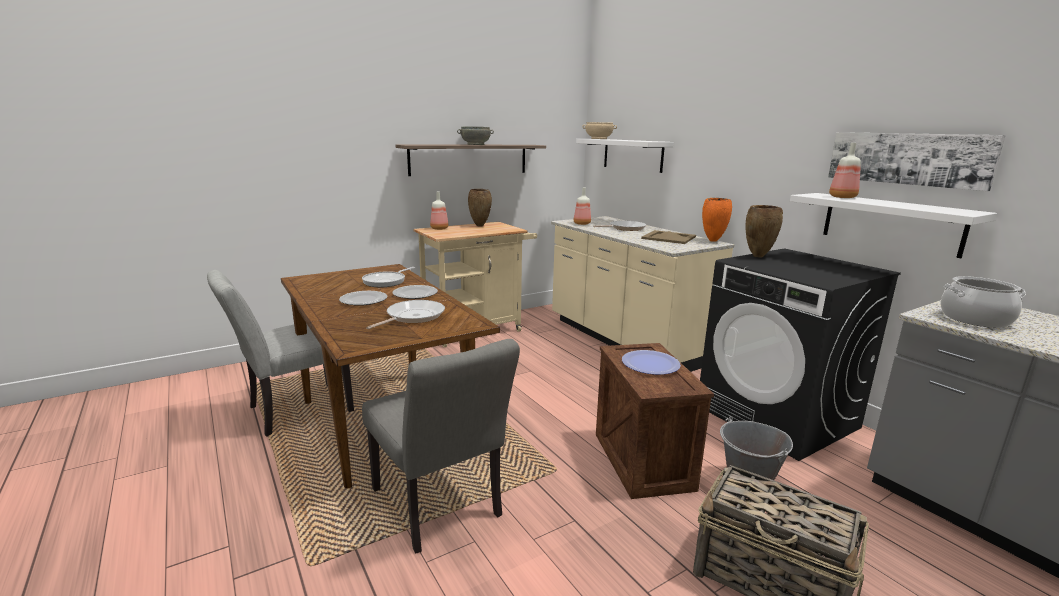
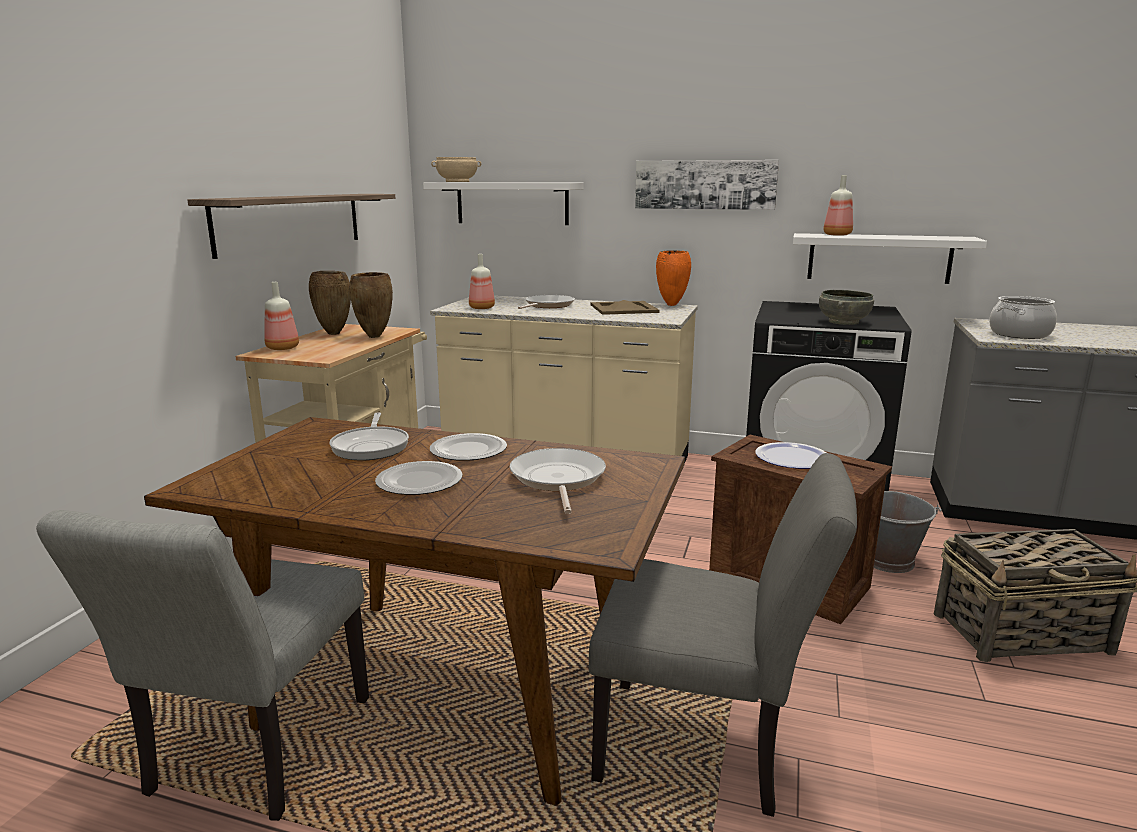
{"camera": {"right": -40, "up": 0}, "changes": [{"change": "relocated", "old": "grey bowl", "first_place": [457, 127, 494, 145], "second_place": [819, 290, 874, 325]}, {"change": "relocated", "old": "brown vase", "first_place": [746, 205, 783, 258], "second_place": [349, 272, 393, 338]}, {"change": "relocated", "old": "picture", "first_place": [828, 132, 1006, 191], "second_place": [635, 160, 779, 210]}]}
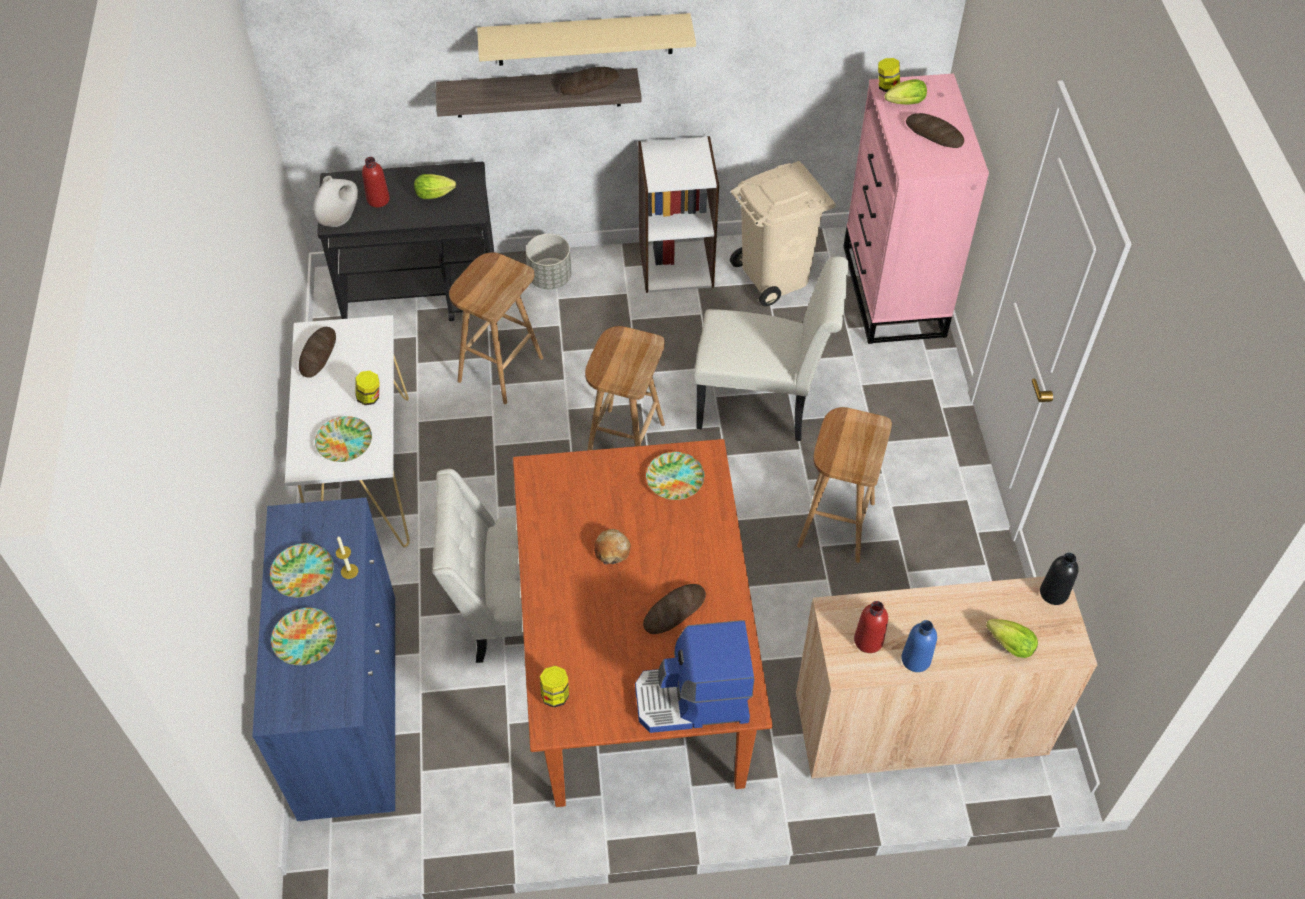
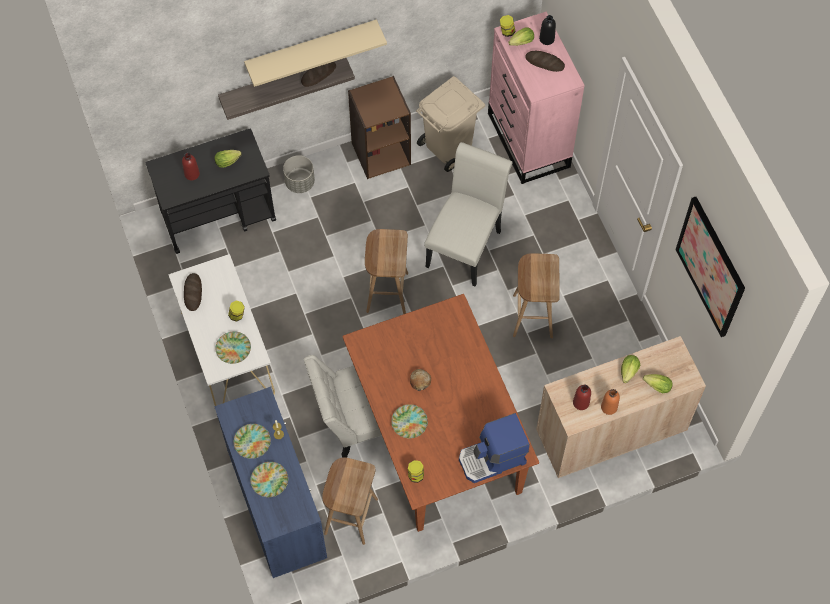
{"camera": {"right": -15, "up": 10}, "changes": [{"change": "missing", "old": "white vase", "first_place": [313, 176, 358, 227]}, {"change": "missing", "old": "bread", "first_place": [643, 584, 706, 634]}, {"change": "appeared", "new": "lettuce", "second_place": [621, 355, 640, 383]}, {"change": "appeared", "new": "picture", "second_place": [675, 197, 745, 337]}, {"change": "relocated", "old": "brown stool", "first_place": [449, 252, 543, 404], "second_place": [322, 457, 378, 545]}, {"change": "relocated", "old": "plate", "first_place": [646, 452, 704, 500], "second_place": [391, 404, 428, 438]}, {"change": "relocated", "old": "black bottle", "first_place": [1040, 553, 1079, 605], "second_place": [539, 15, 556, 45]}, {"change": "colour", "old": "white bookcase", "new": "brown bookcase", "first_place": [638, 136, 719, 293], "second_place": [348, 76, 411, 179]}, {"change": "colour", "old": "blue bottle", "new": "orange bottle", "first_place": [901, 620, 937, 672], "second_place": [601, 389, 620, 415]}, {"change": "spun", "old": "white chair", "first_place": [694, 256, 849, 441], "second_place": [424, 142, 513, 286], "degrees": -60}]}
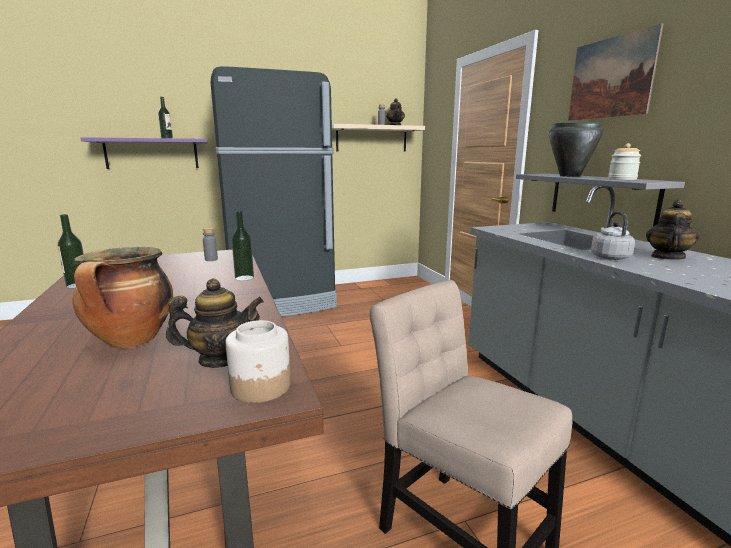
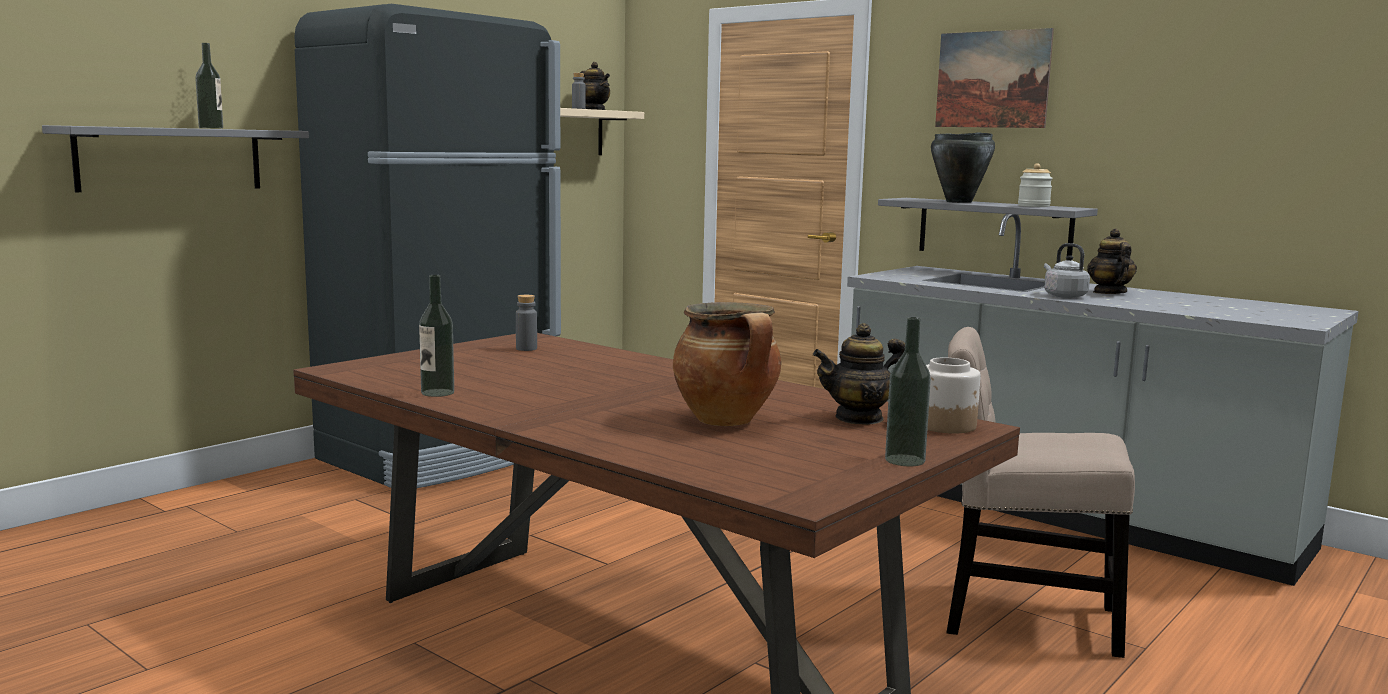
{"camera": {"right": -30, "up": -5}, "changes": [{"change": "relocated", "old": "bottle", "first_place": [232, 211, 254, 281], "second_place": [885, 317, 931, 466]}, {"change": "colour", "old": "purple shelf", "new": "grey shelf", "first_place": [81, 137, 207, 169], "second_place": [42, 125, 309, 192]}, {"change": "spun", "old": "teapot", "first_place": [166, 278, 264, 368], "second_place": [813, 323, 905, 425], "degrees": -150}]}
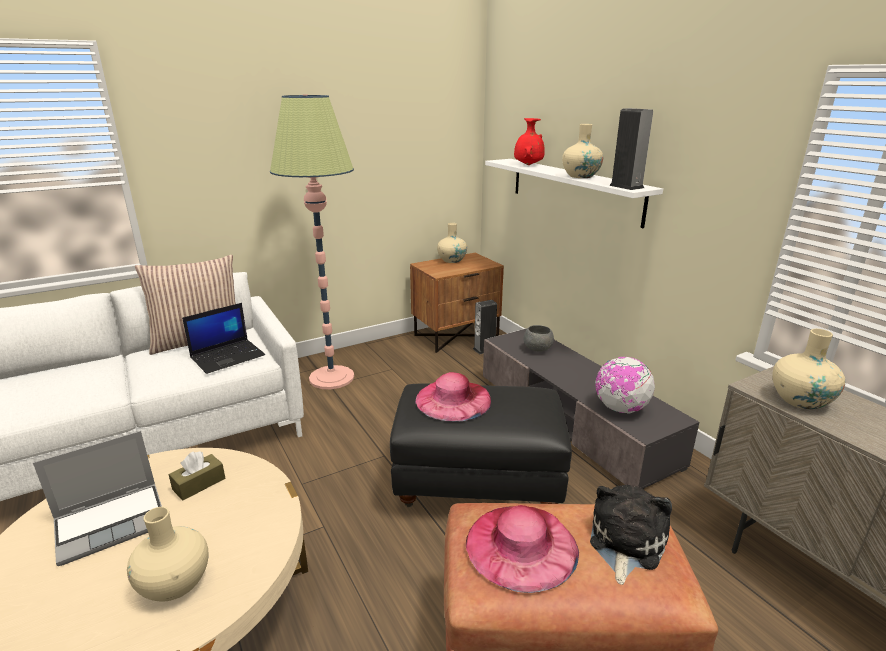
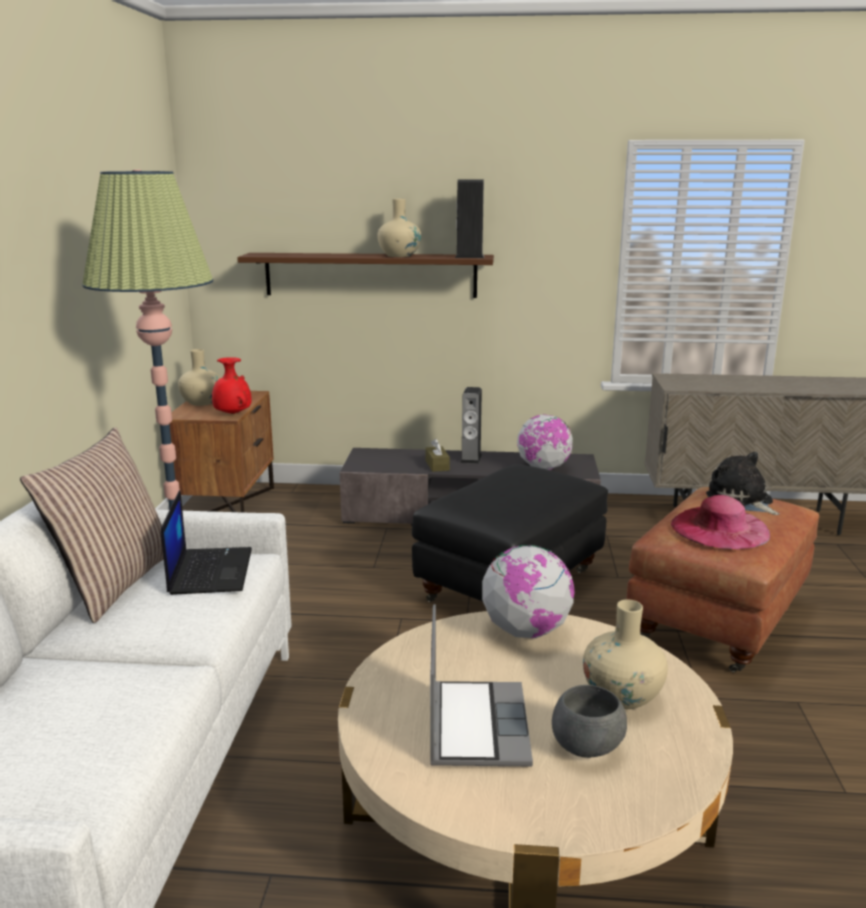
{"camera": {"right": -55, "up": -5}, "changes": [{"change": "missing", "old": "pink hat", "first_place": [416, 372, 491, 422]}, {"change": "missing", "old": "beige vase", "first_place": [772, 329, 845, 409]}, {"change": "appeared", "new": "globe", "second_place": [482, 545, 574, 638]}, {"change": "relocated", "old": "brown tissue box", "first_place": [169, 451, 225, 500], "second_place": [425, 438, 450, 472]}, {"change": "relocated", "old": "speaker", "first_place": [473, 300, 497, 354], "second_place": [460, 387, 482, 464]}, {"change": "relocated", "old": "red vase", "first_place": [514, 118, 545, 165], "second_place": [212, 357, 252, 414]}, {"change": "relocated", "old": "grey bowl", "first_place": [523, 325, 554, 352], "second_place": [552, 685, 627, 758]}, {"change": "colour", "old": "white shelf", "new": "brown shelf", "first_place": [485, 159, 663, 228], "second_place": [237, 253, 494, 298]}]}
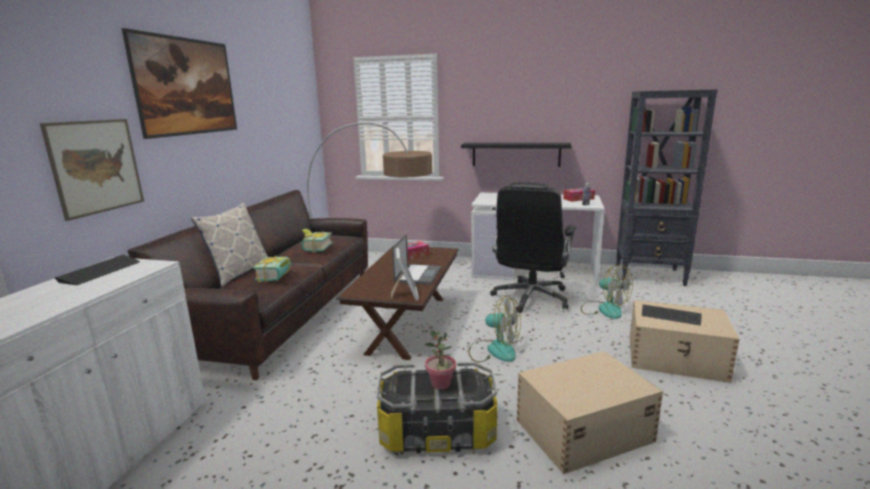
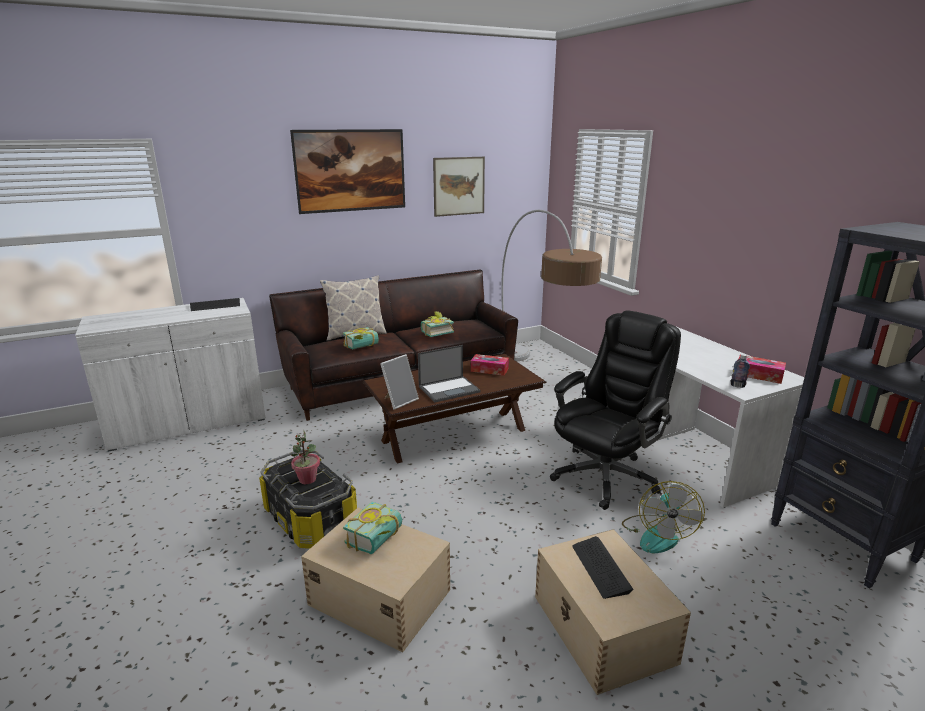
{"camera": {"right": 50, "up": 5}, "changes": [{"change": "missing", "old": "black shelf", "first_place": [461, 143, 571, 167]}, {"change": "missing", "old": "fan", "first_place": [468, 296, 521, 362]}, {"change": "appeared", "new": "book", "second_place": [343, 502, 402, 554]}, {"change": "relocated", "old": "picture", "first_place": [40, 119, 144, 221], "second_place": [433, 157, 485, 217]}, {"change": "spun", "old": "black office chair", "first_place": [490, 182, 576, 313], "second_place": [550, 310, 681, 510], "degrees": 150}]}
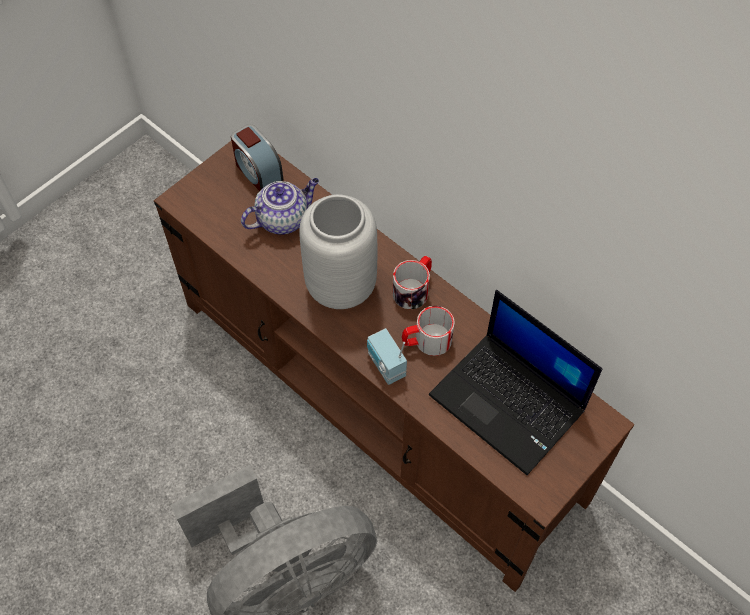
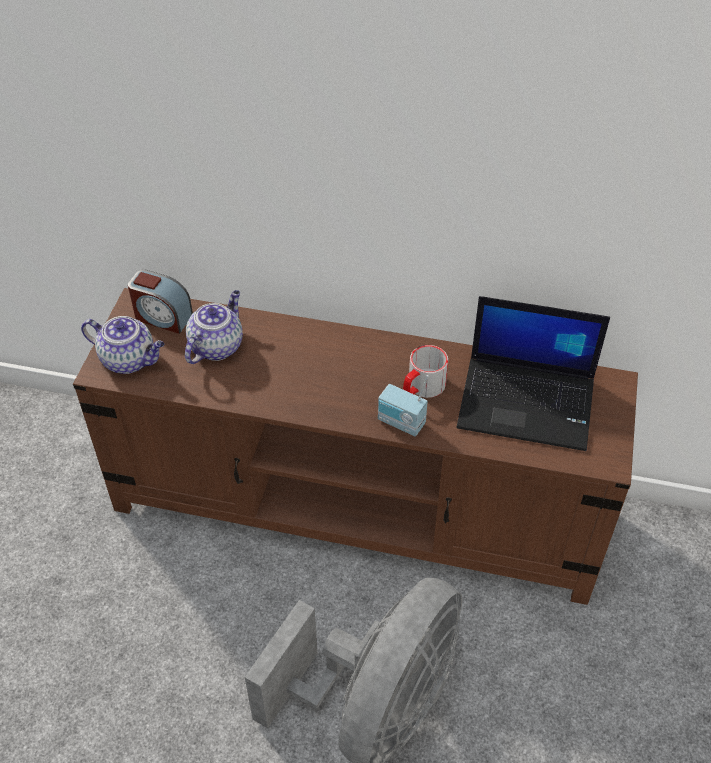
{"camera": {"right": -30, "up": -10}, "changes": [{"change": "missing", "old": "grey vase", "first_place": [299, 194, 377, 309]}, {"change": "missing", "old": "mug", "first_place": [393, 256, 432, 309]}, {"change": "appeared", "new": "teapot", "second_place": [81, 316, 165, 374]}]}
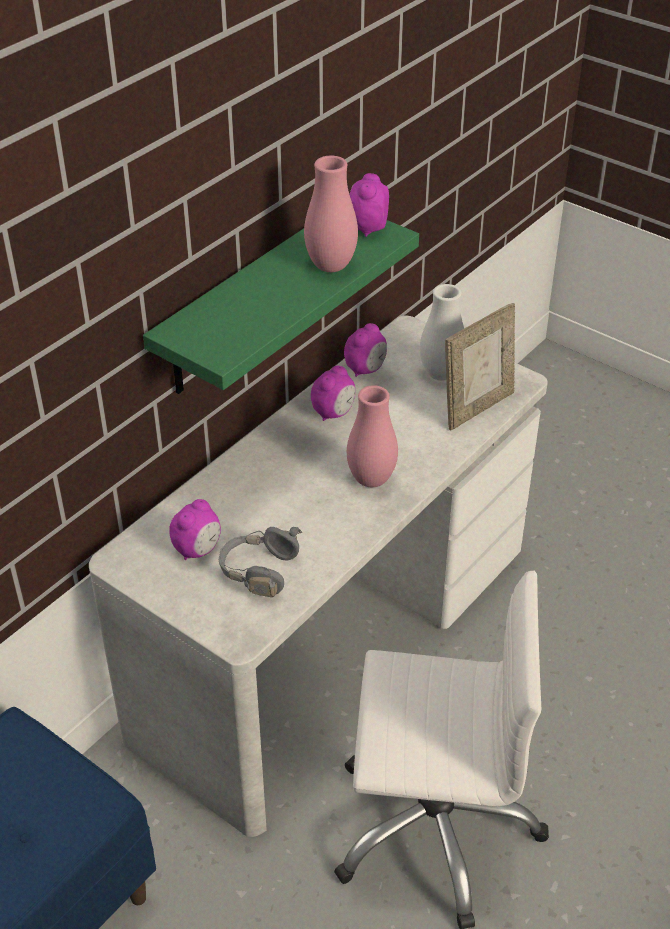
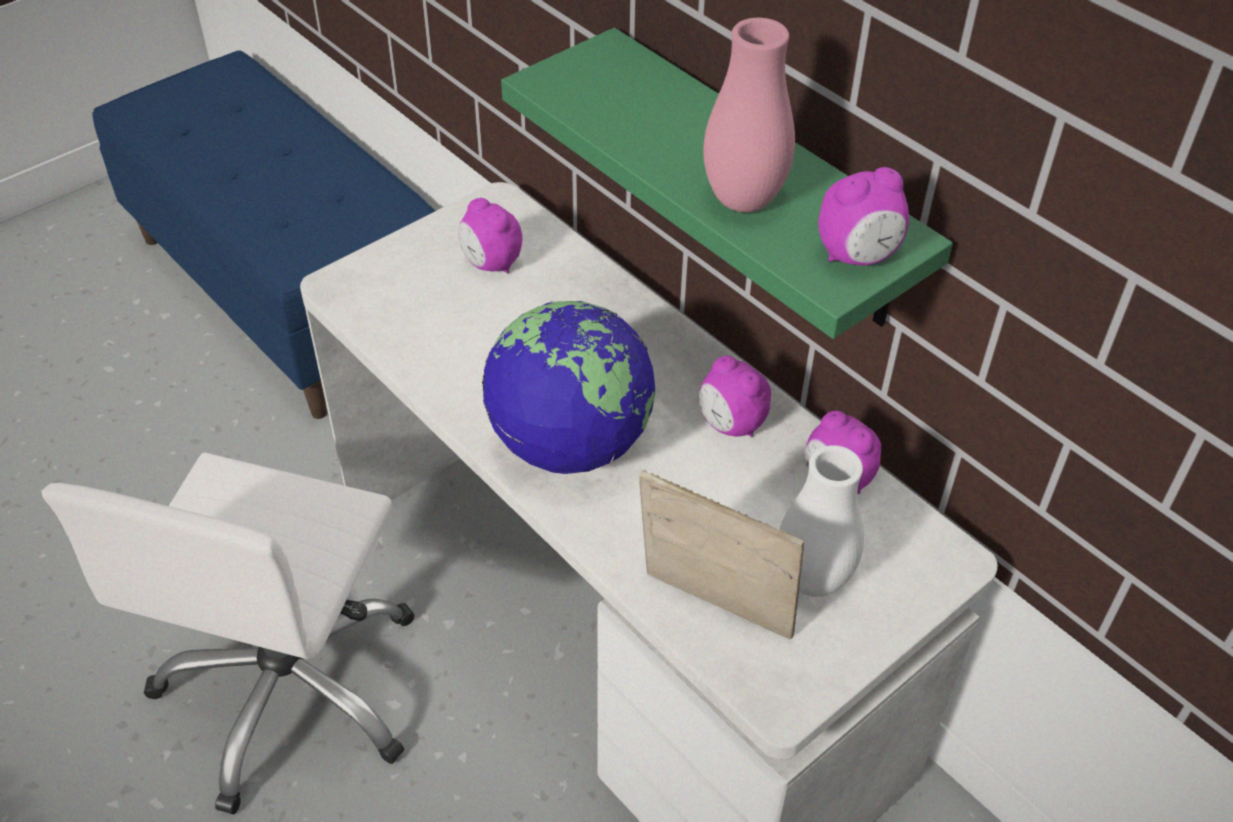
{"camera": {"right": 100, "up": 5}, "changes": [{"change": "missing", "old": "grey headphones", "first_place": [219, 527, 302, 597]}, {"change": "exchanged", "old": "pink vase", "new": "globe", "first_place": [347, 385, 398, 487], "second_place": [482, 301, 655, 474]}, {"change": "spun", "old": "alarm clock", "first_place": [349, 173, 389, 237], "second_place": [818, 167, 909, 265], "degrees": 135}, {"change": "spun", "old": "picture frame", "first_place": [445, 303, 515, 430], "second_place": [639, 470, 804, 639], "degrees": 150}]}
